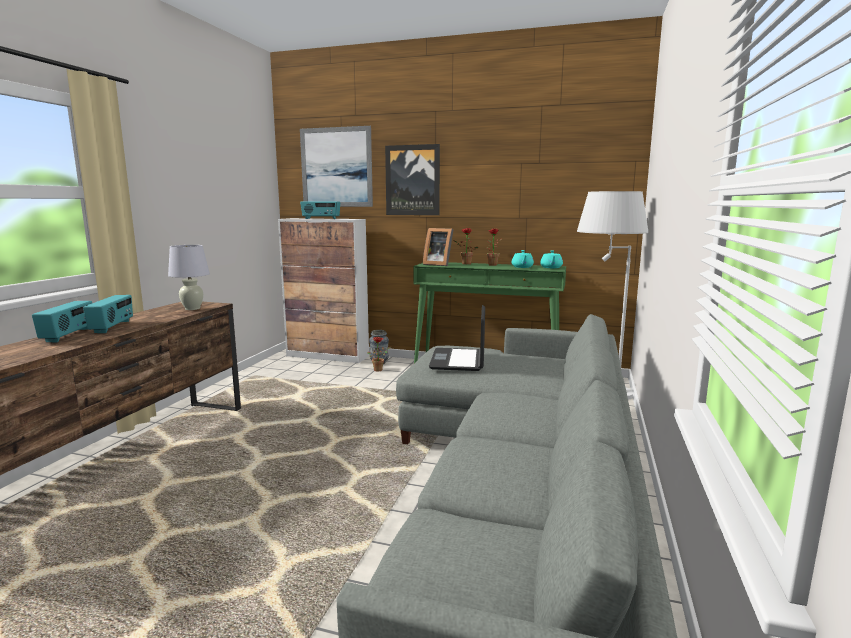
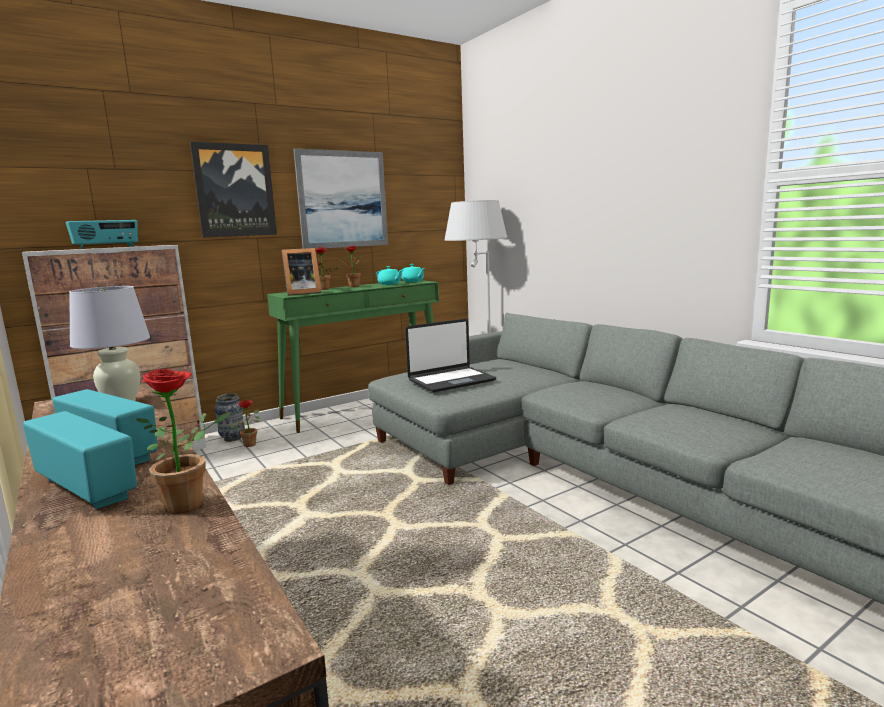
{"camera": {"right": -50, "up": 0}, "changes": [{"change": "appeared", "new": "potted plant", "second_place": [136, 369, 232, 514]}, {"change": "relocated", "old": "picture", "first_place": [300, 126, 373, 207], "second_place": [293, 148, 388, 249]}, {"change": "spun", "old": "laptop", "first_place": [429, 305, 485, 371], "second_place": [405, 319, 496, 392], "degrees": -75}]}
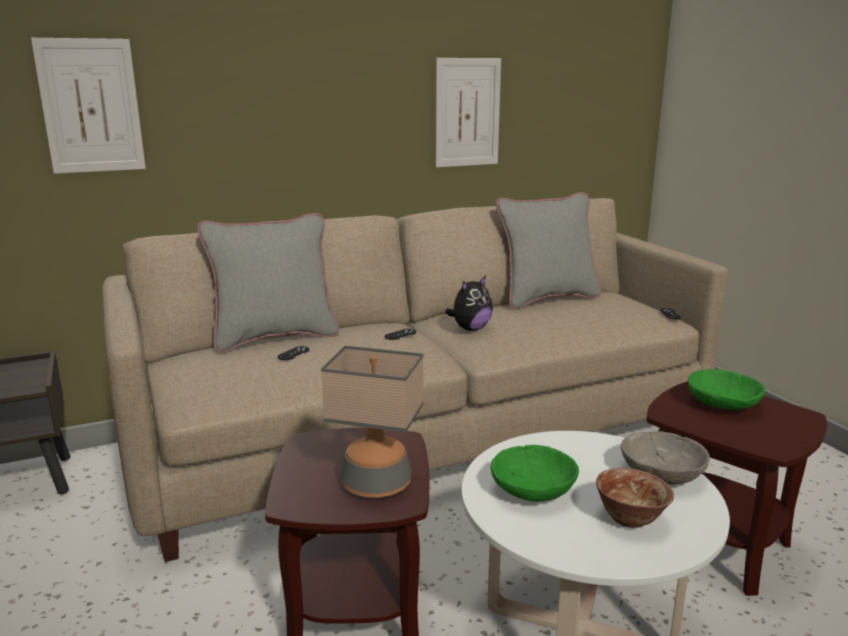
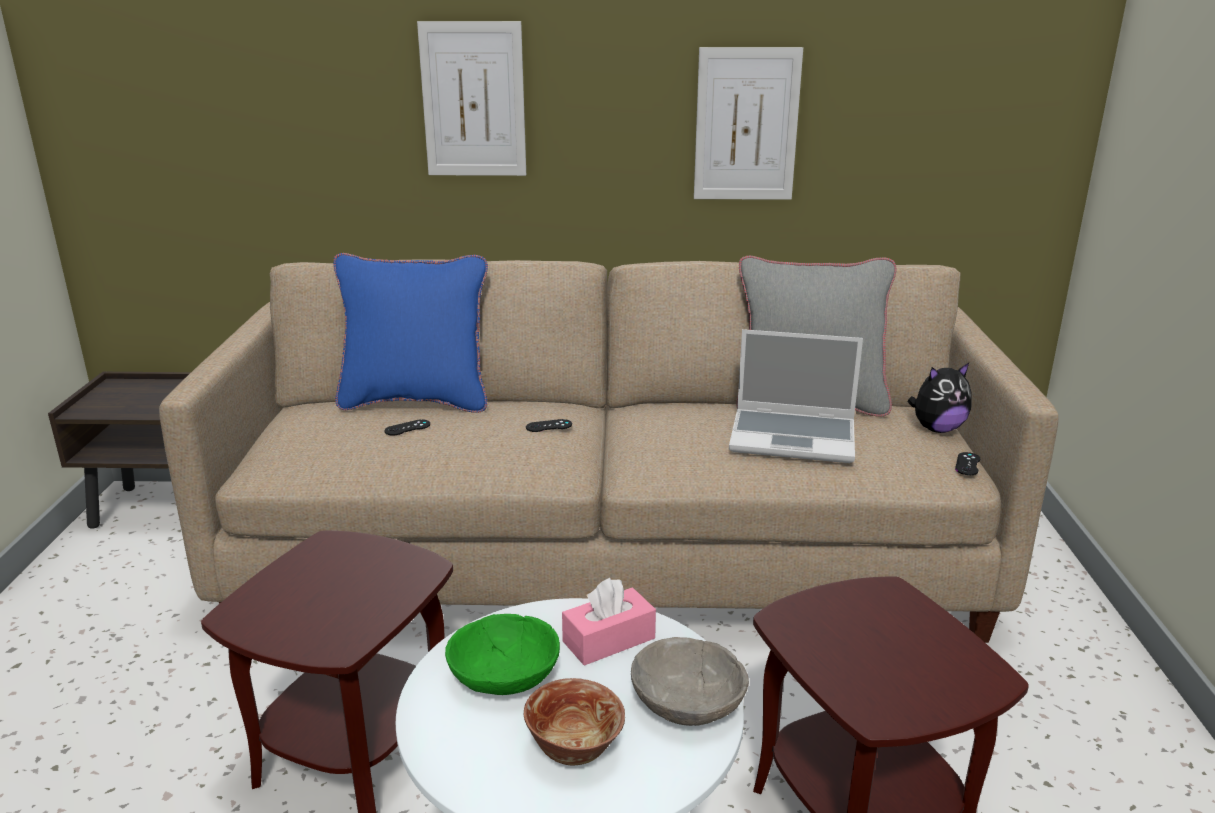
{"camera": {"right": 25, "up": 5}, "changes": [{"change": "missing", "old": "table lamp", "first_place": [321, 346, 423, 498]}, {"change": "missing", "old": "green bowl", "first_place": [688, 369, 765, 410]}, {"change": "appeared", "new": "pink tissue box", "second_place": [562, 578, 656, 666]}, {"change": "appeared", "new": "laptop", "second_place": [729, 329, 863, 463]}, {"change": "relocated", "old": "picture", "first_place": [31, 38, 146, 174], "second_place": [417, 21, 526, 176]}, {"change": "relocated", "old": "plush toy", "first_place": [445, 275, 493, 331], "second_place": [907, 363, 972, 433]}, {"change": "colour", "old": "grey pillow", "new": "blue pillow", "first_place": [197, 213, 339, 352], "second_place": [334, 253, 488, 413]}]}
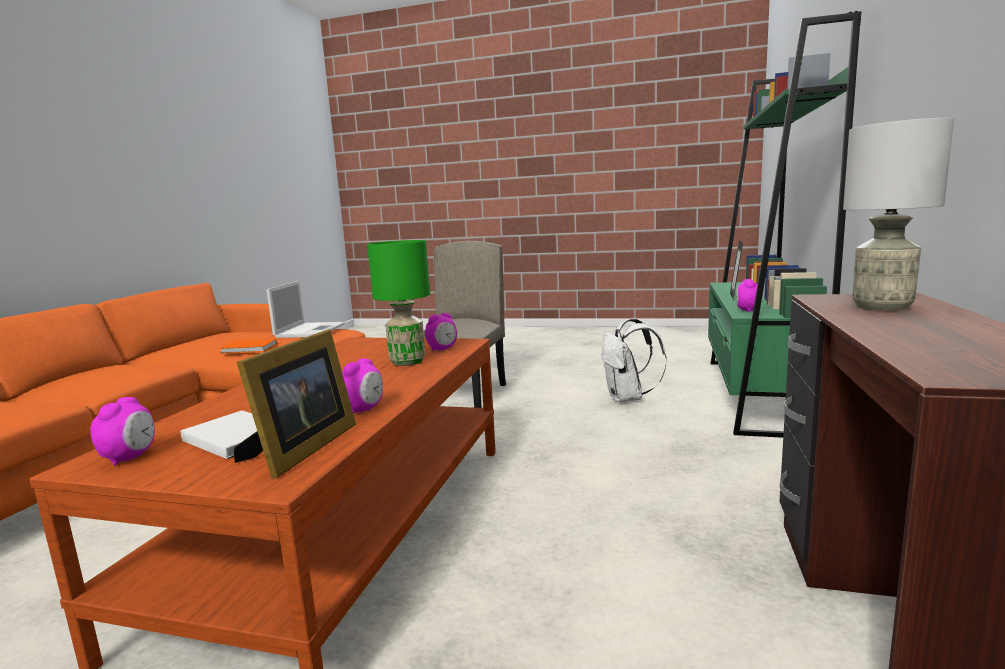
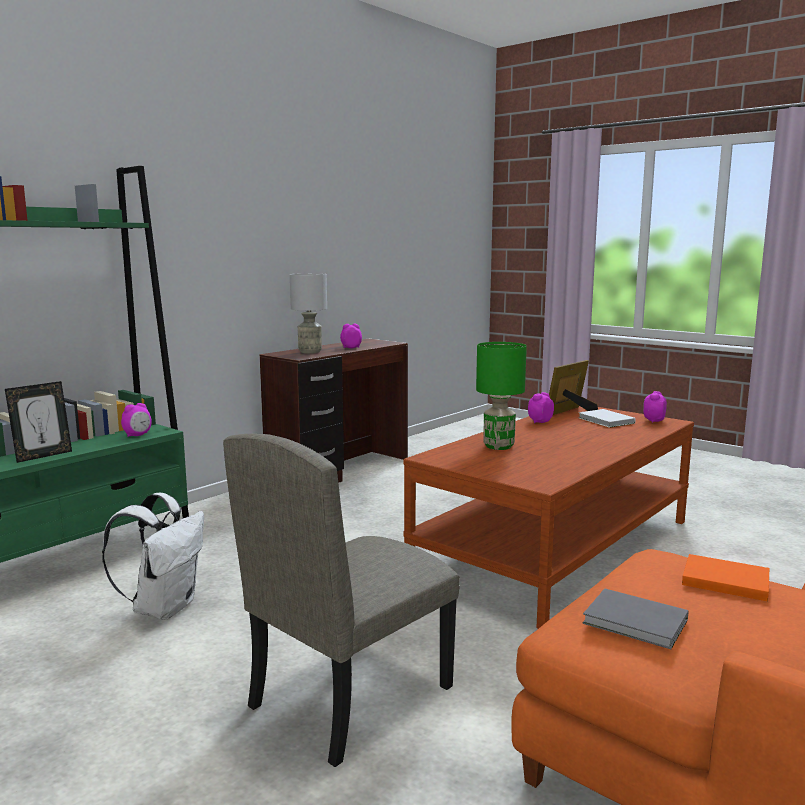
{"camera": {"right": -155, "up": 0}, "changes": [{"change": "relocated", "old": "alarm clock", "first_place": [425, 313, 457, 351], "second_place": [340, 324, 362, 348]}, {"change": "exchanged", "old": "laptop", "new": "grey book", "first_place": [266, 281, 345, 338], "second_place": [583, 588, 689, 649]}]}
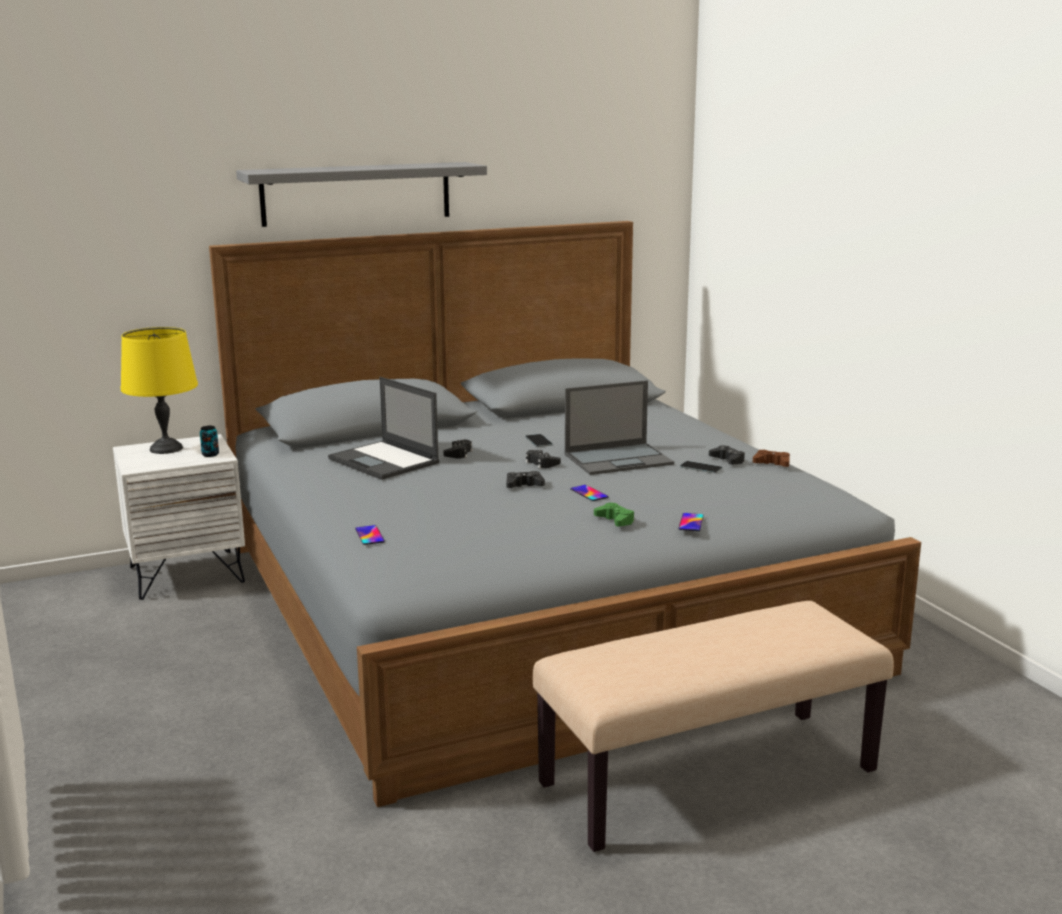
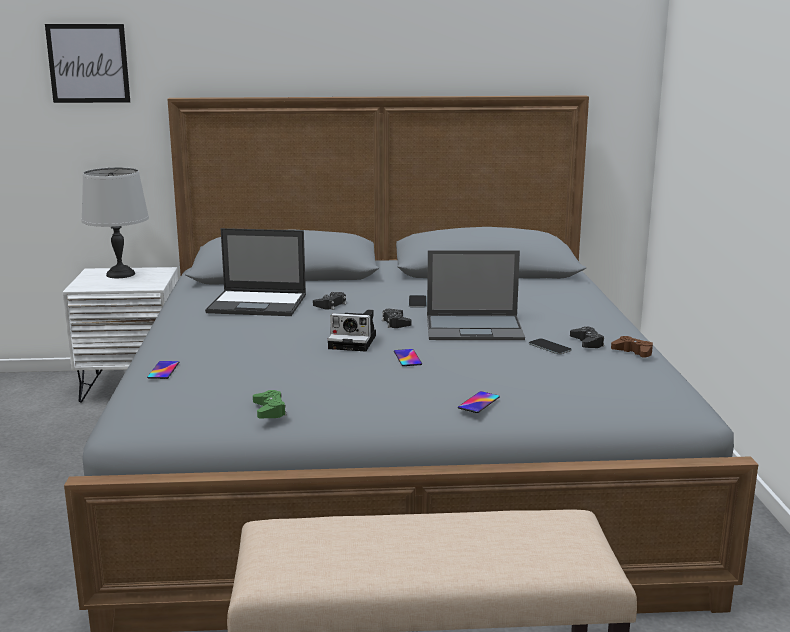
{"camera": {"right": 20, "up": 0}, "changes": [{"change": "missing", "old": "can", "first_place": [200, 426, 219, 457]}, {"change": "missing", "old": "grey shelf", "first_place": [236, 162, 487, 227]}, {"change": "appeared", "new": "picture", "second_place": [45, 24, 130, 103]}, {"change": "relocated", "old": "green game controller", "first_place": [594, 503, 634, 527], "second_place": [253, 390, 287, 418]}, {"change": "exchanged", "old": "black game controller", "new": "photo camera", "first_place": [506, 471, 545, 488], "second_place": [328, 309, 376, 352]}, {"change": "colour", "old": "yellow table lamp", "new": "grey table lamp", "first_place": [121, 327, 198, 454], "second_place": [81, 167, 149, 278]}, {"change": "spun", "old": "laptop", "first_place": [328, 377, 439, 480], "second_place": [205, 228, 306, 316], "degrees": -60}]}
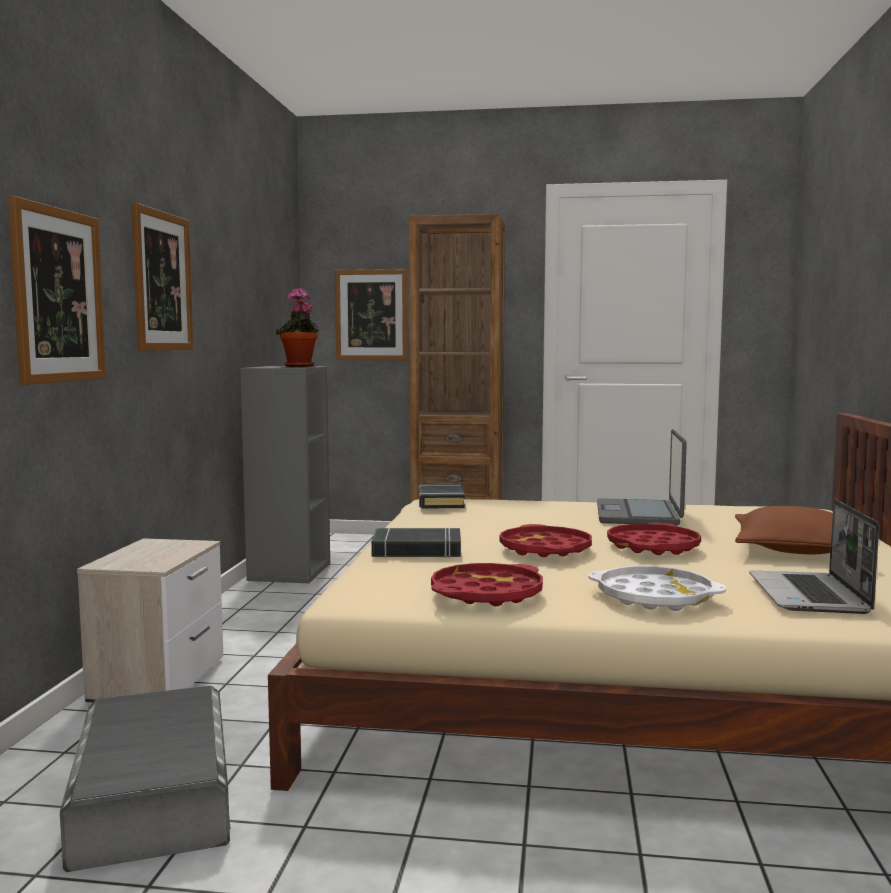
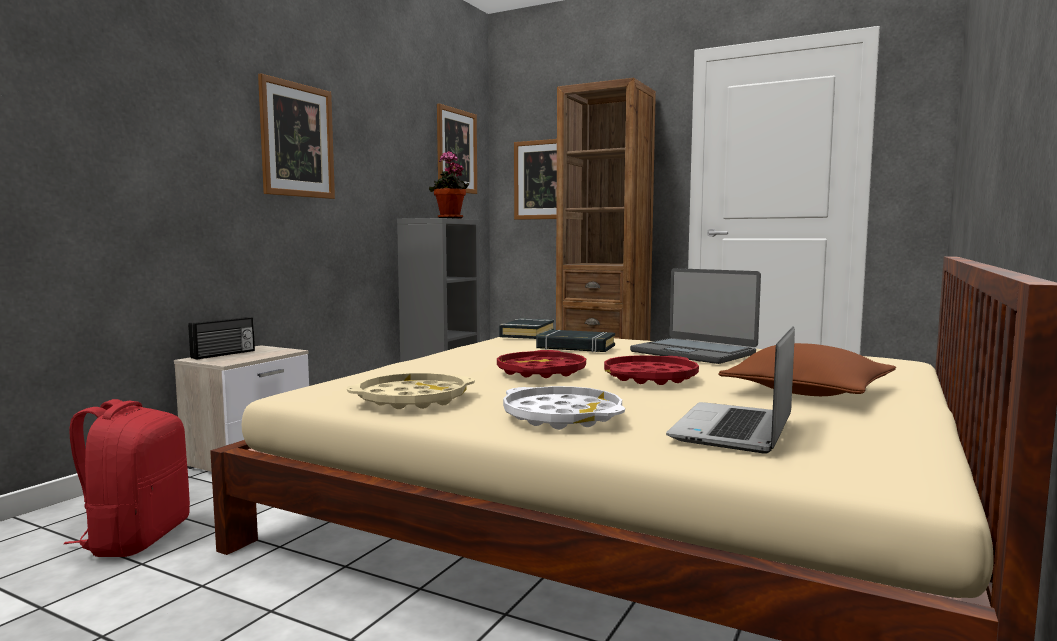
{"camera": {"right": 20, "up": 0}, "changes": [{"change": "appeared", "new": "radio", "second_place": [188, 317, 255, 359]}, {"change": "relocated", "old": "picture", "first_place": [8, 196, 106, 385], "second_place": [437, 104, 477, 194]}, {"change": "relocated", "old": "black book", "first_place": [371, 528, 461, 558], "second_place": [536, 330, 615, 352]}, {"change": "exchanged", "old": "grey storage box", "new": "red backpack", "first_place": [60, 686, 231, 872], "second_place": [64, 399, 190, 557]}, {"change": "colour", "old": "red tray", "new": "beige tray", "first_place": [431, 563, 543, 606], "second_place": [347, 373, 475, 409]}, {"change": "spun", "old": "laptop", "first_place": [597, 429, 687, 526], "second_place": [630, 268, 761, 364], "degrees": -75}]}
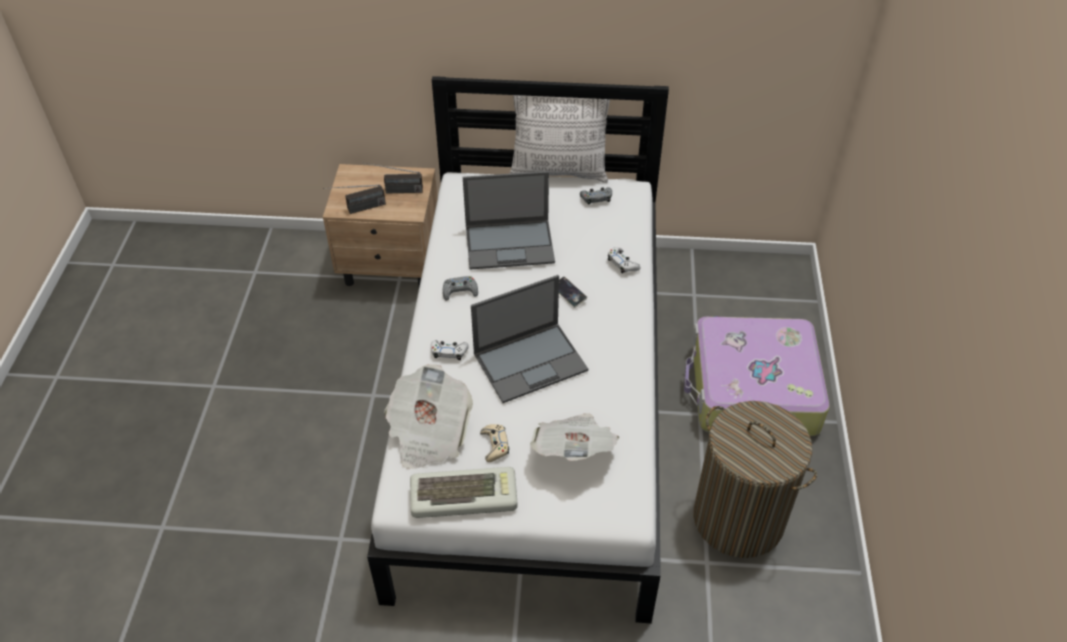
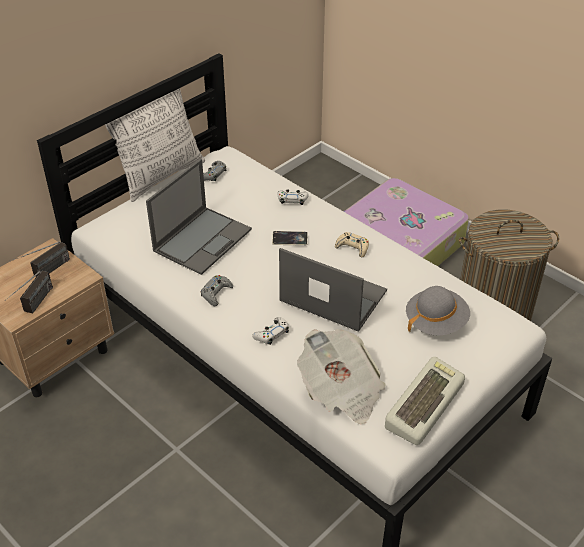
{"camera": {"right": -50, "up": -5}, "changes": [{"change": "relocated", "old": "beige game controller", "first_place": [480, 424, 509, 462], "second_place": [335, 232, 369, 257]}, {"change": "exchanged", "old": "newspaper", "new": "grey hat", "first_place": [530, 413, 620, 461], "second_place": [406, 286, 470, 336]}, {"change": "spun", "old": "laptop", "first_place": [471, 275, 588, 403], "second_place": [279, 248, 387, 332], "degrees": -75}]}
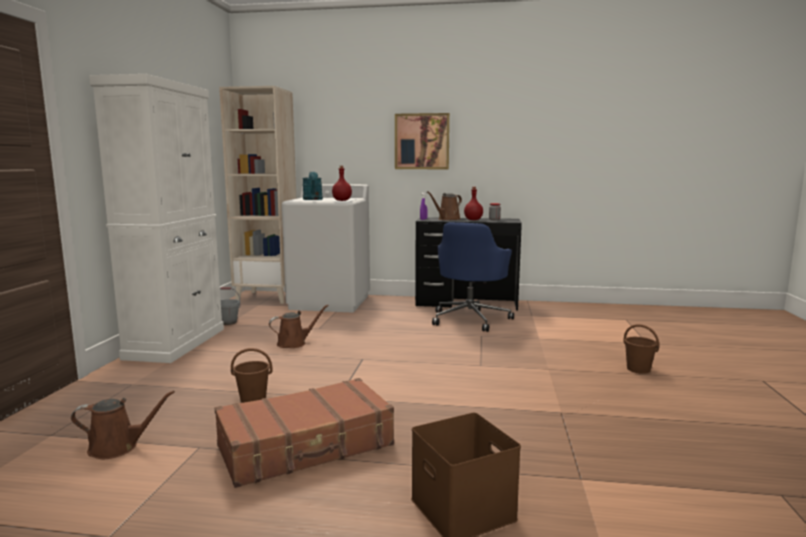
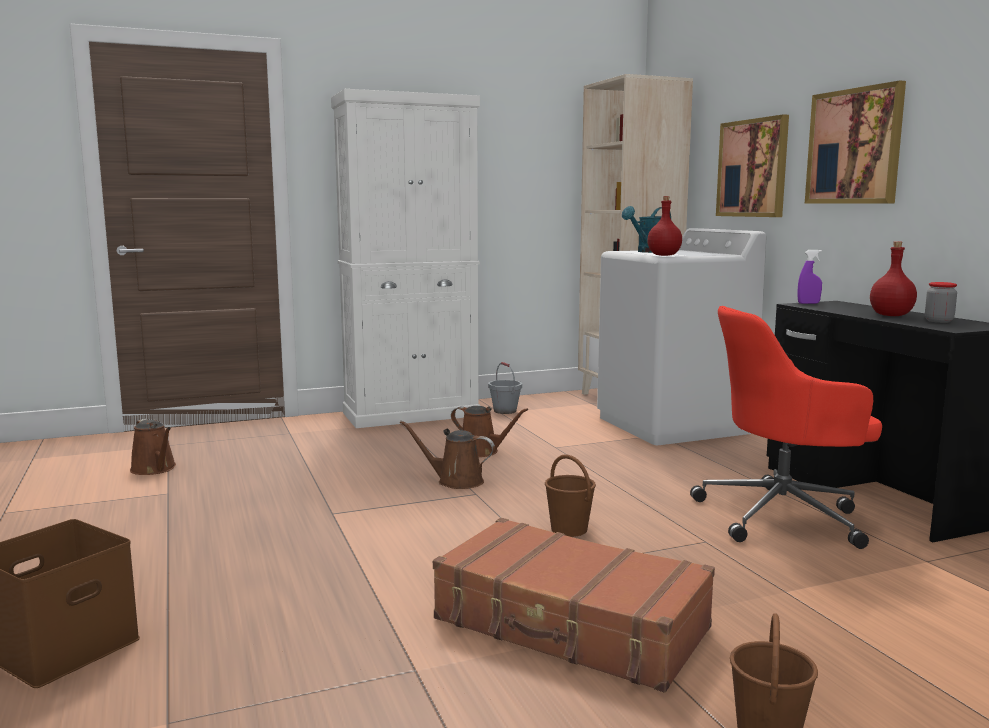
{"camera": {"right": 60, "up": 0}, "changes": [{"change": "appeared", "new": "picture", "second_place": [716, 114, 789, 217]}, {"change": "relocated", "old": "brown suitcase", "first_place": [215, 378, 394, 488], "second_place": [433, 518, 715, 693]}, {"change": "relocated", "old": "brown bucket", "first_place": [231, 348, 273, 403], "second_place": [545, 454, 596, 537]}, {"change": "relocated", "old": "brown watering can", "first_place": [427, 191, 462, 220], "second_place": [400, 421, 495, 489]}, {"change": "colour", "old": "blue office chair", "new": "red office chair", "first_place": [432, 222, 514, 332], "second_place": [690, 306, 882, 549]}]}
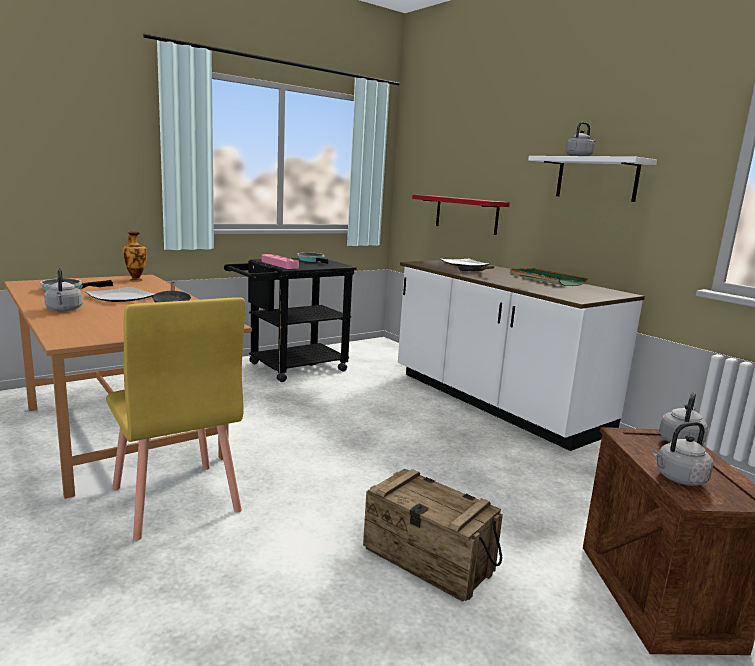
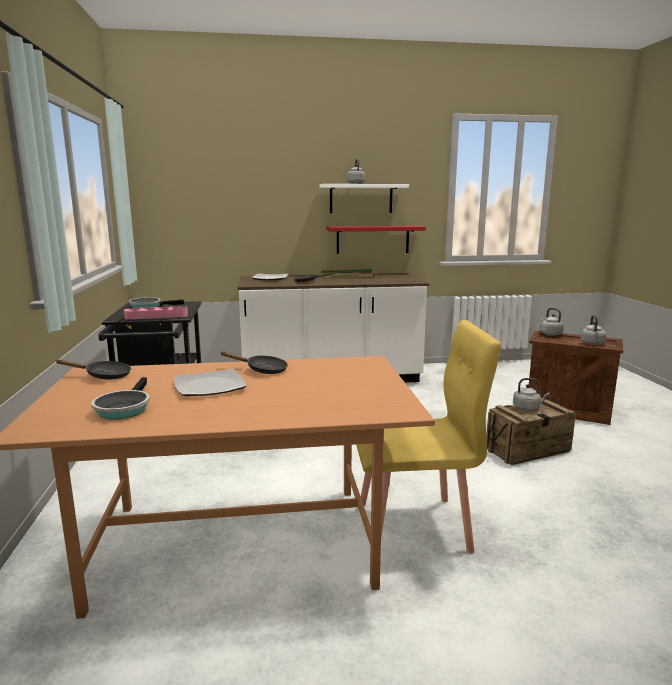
{"camera": {"right": -60, "up": 0}, "changes": [{"change": "relocated", "old": "grey kettle", "first_place": [44, 268, 83, 311], "second_place": [513, 378, 550, 411]}, {"change": "relocated", "old": "red shelf", "first_place": [412, 195, 510, 235], "second_place": [327, 226, 426, 254]}, {"change": "exchanged", "old": "vase", "new": "black frying pan", "first_place": [122, 231, 147, 282], "second_place": [56, 360, 131, 379]}]}
